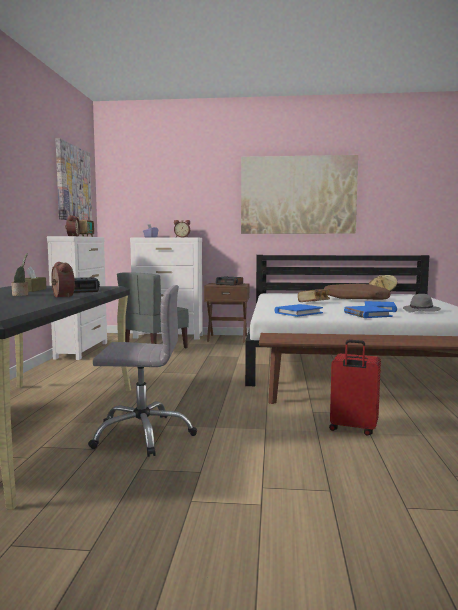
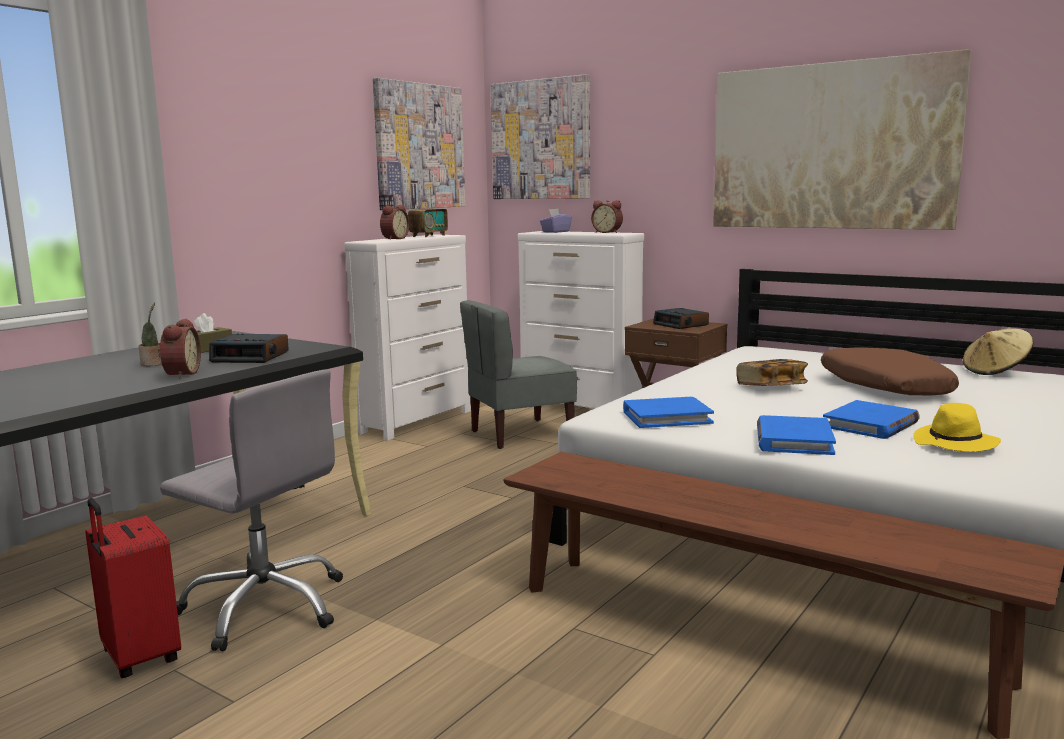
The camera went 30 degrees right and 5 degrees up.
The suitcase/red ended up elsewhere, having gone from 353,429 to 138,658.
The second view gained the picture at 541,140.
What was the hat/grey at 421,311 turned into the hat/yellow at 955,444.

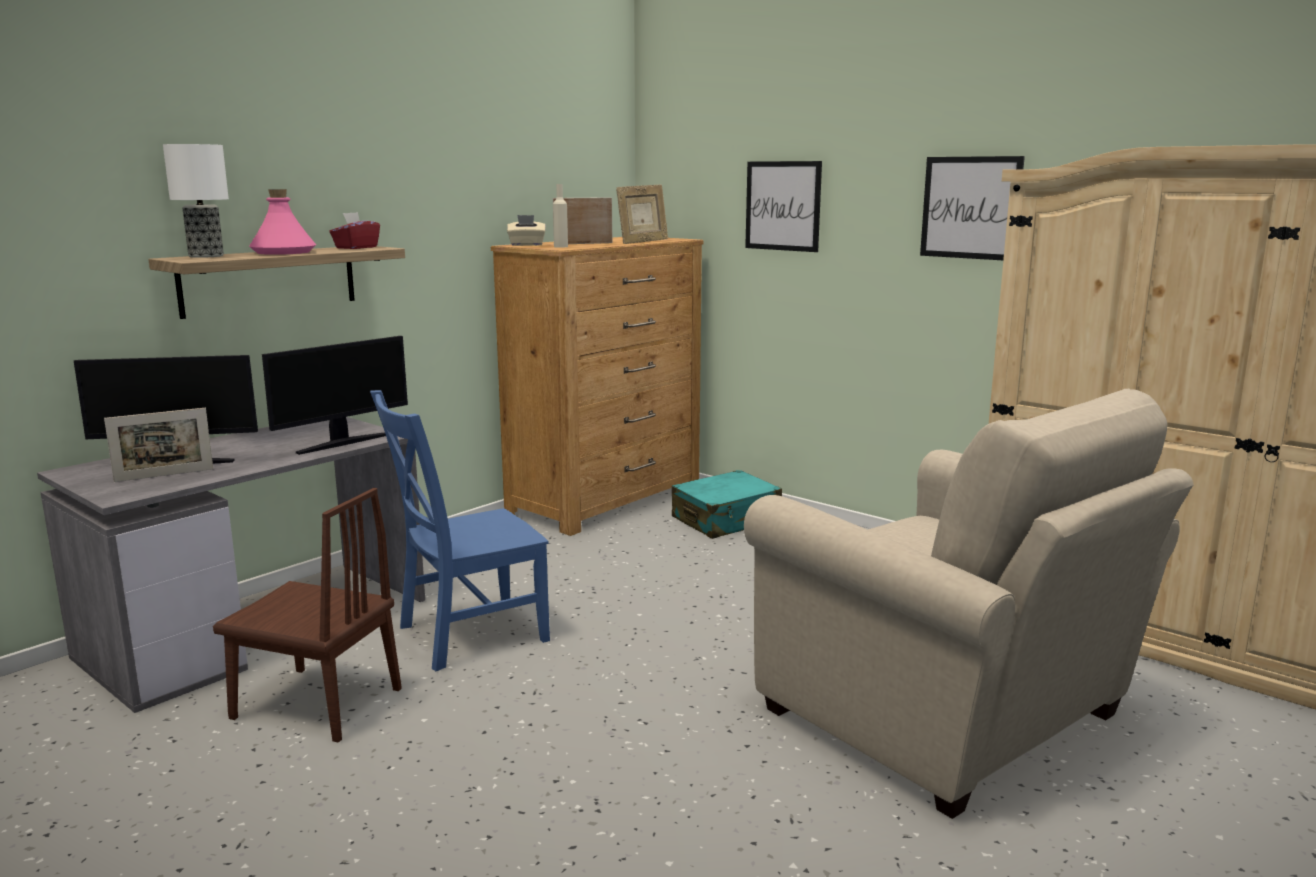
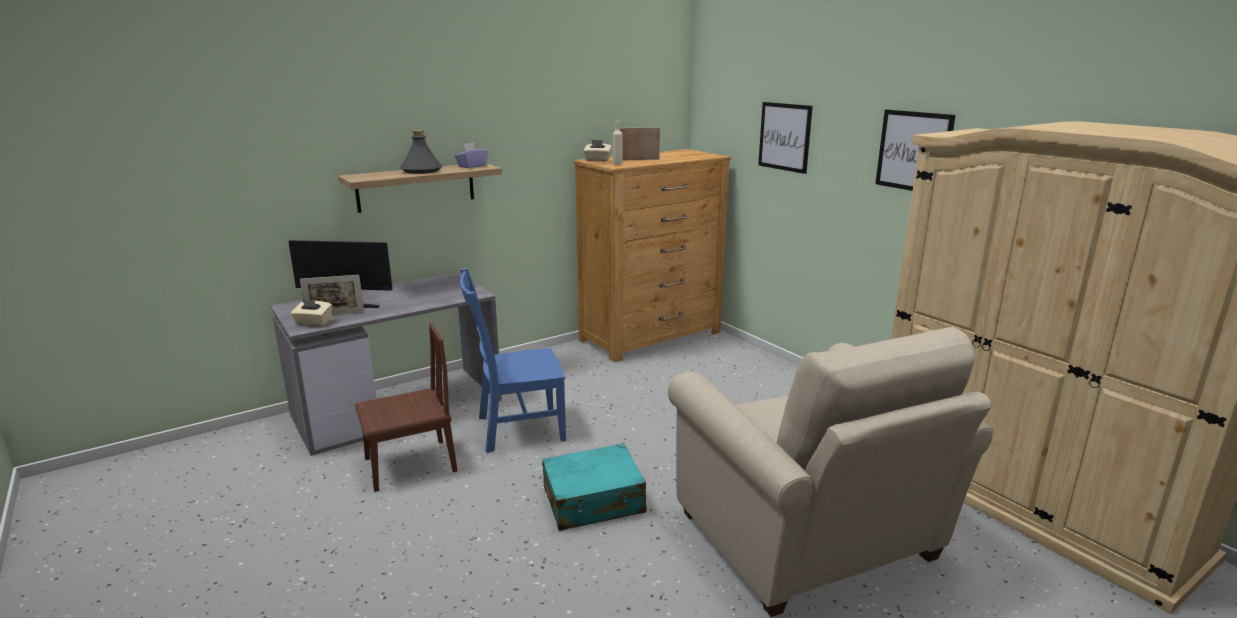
The camera went 15 degrees right and 5 degrees up.
The second view gained the tissue box/beige at 313,323.
The chair/brown at 317,703 ended up facing another way, 60 degrees counterclockwise from before.
What was the bottle/pink at 283,252 turned into the bottle/grey at 421,171.
What was the tissue box/red at 356,248 turned into the tissue box/purple at 472,166.
The suitcase/turquoise ended up elsewhere, having gone from 726,520 to 594,501.
The second view lost the table lamp at 205,256.
The second view lost the monitor at 342,443.
The second view lost the picture frame at 643,242.

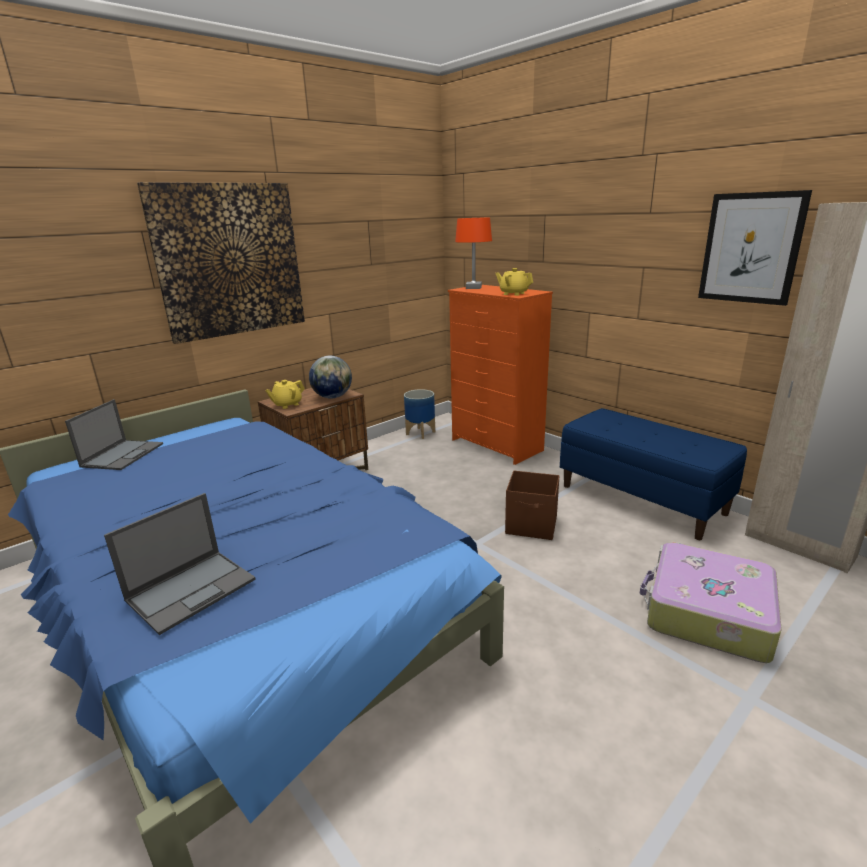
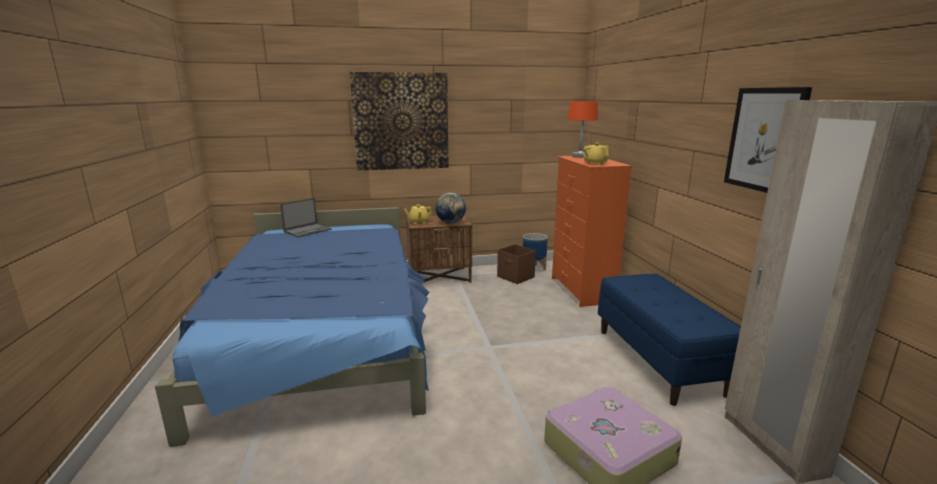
The camera went 30 degrees right and 5 degrees down.
The storage box/brown ended up elsewhere, having gone from 532,526 to 516,277.
The second view lost the laptop at 192,589.

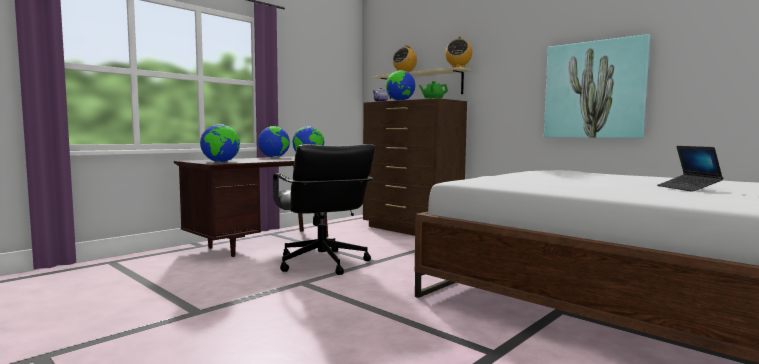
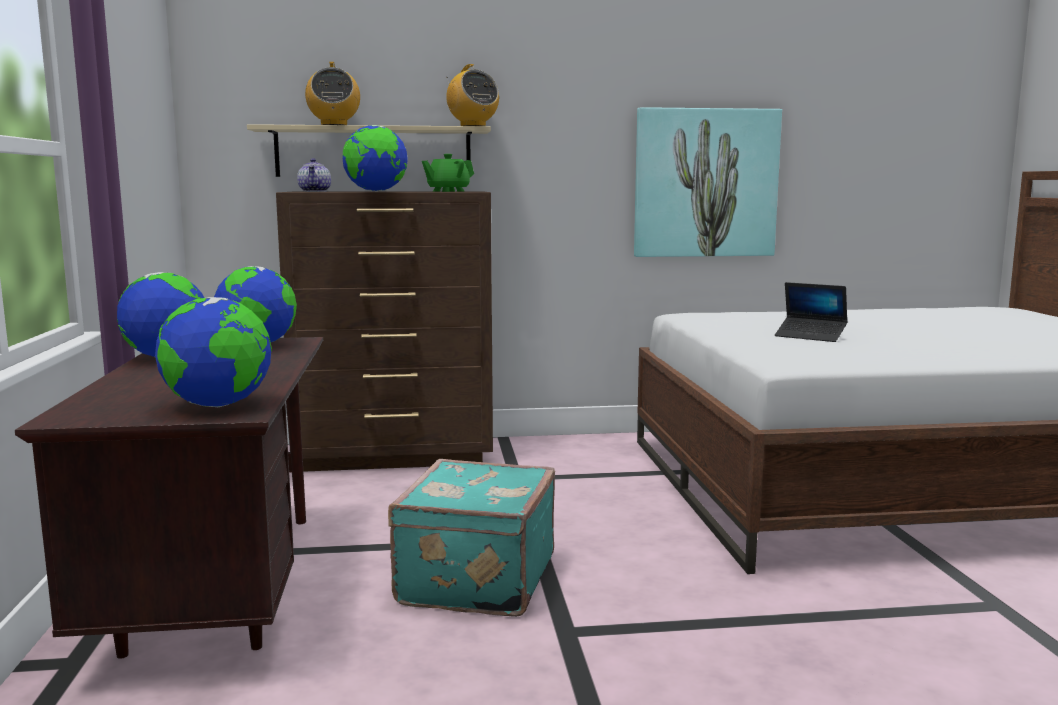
The camera went 50 degrees left and 5 degrees up.
Where the office chair/black stood at 322,263, the suitcase/turquoise came to stand at 474,580.
The laptop ended up elsewhere, having gone from 688,188 to 810,336.

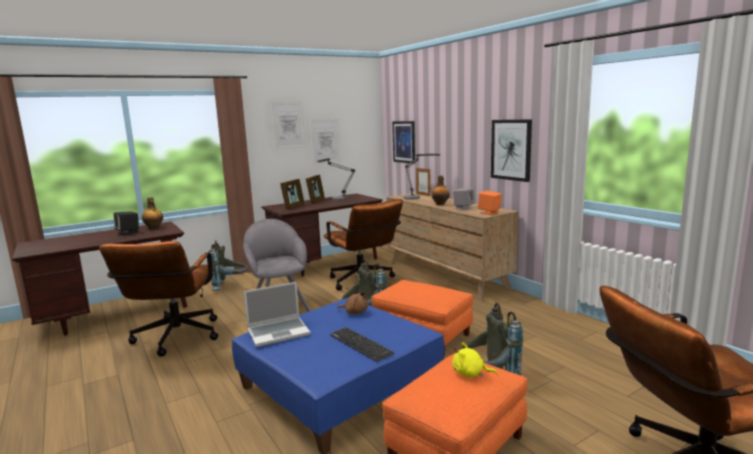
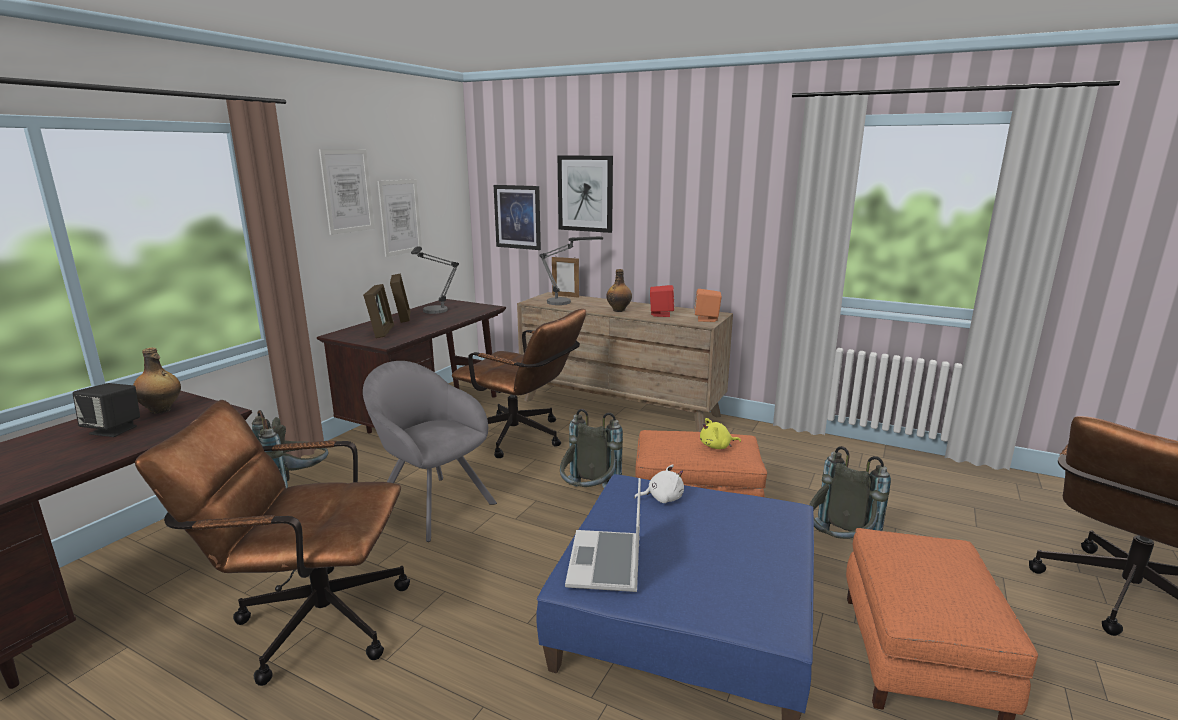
The camera went 30 degrees left and 5 degrees up.
The office chair/brown at 174,340 ended up facing another way, 120 degrees clockwise from before.
The picture ended up elsewhere, having gone from 511,150 to 585,193.
The laptop at 279,332 ended up facing another way, 150 degrees clockwise from before.
What was the plush toy/brown at 355,312 turned into the plush toy/white at 662,498.
What was the speaker/grey at 463,208 turned into the speaker/red at 661,314.
The plush toy/yellow ended up elsewhere, having gone from 470,374 to 717,446.
The second view lost the keyboard at 360,344.

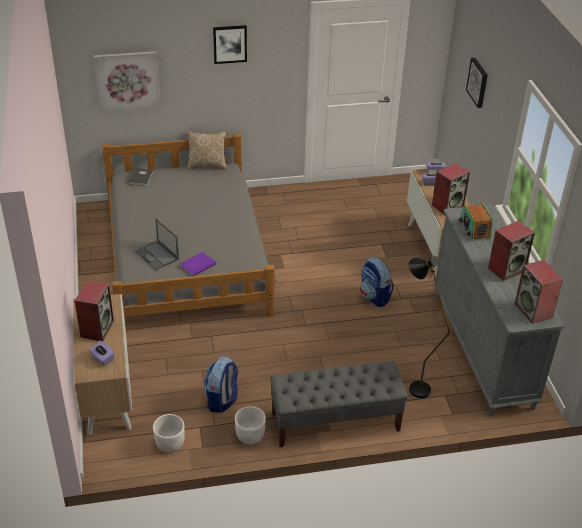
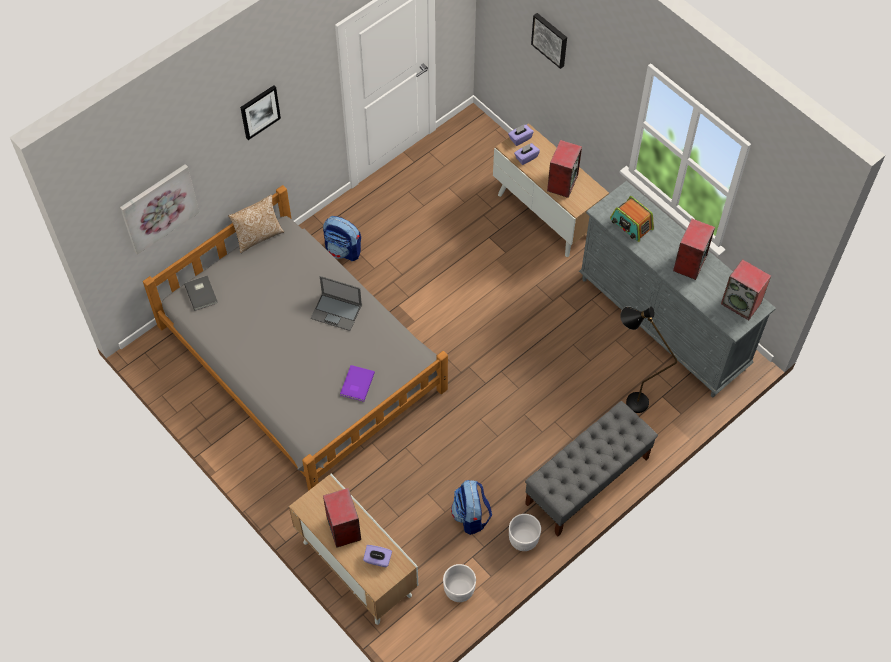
The camera went 30 degrees left and 20 degrees up.
The laptop ended up elsewhere, having gone from 157,255 to 337,312.
The backpack ended up elsewhere, having gone from 374,297 to 343,250.

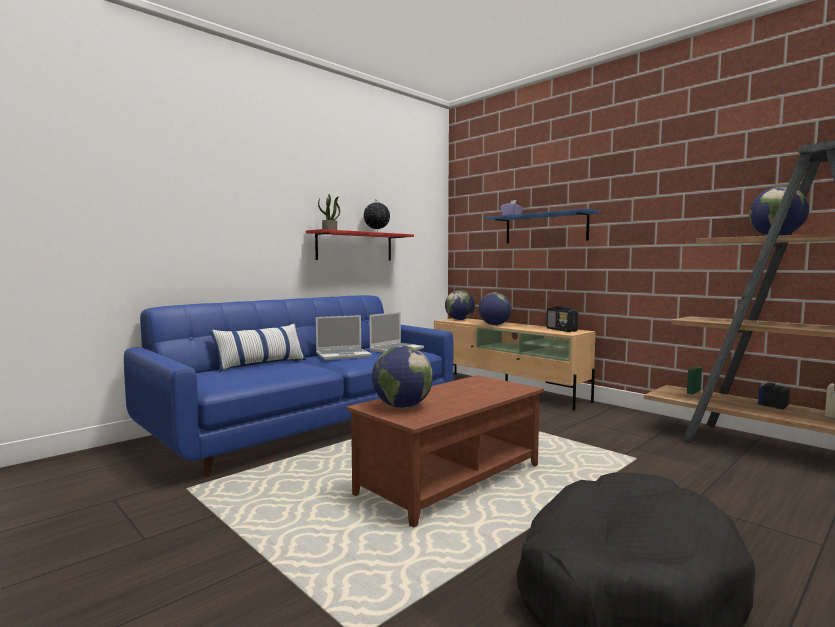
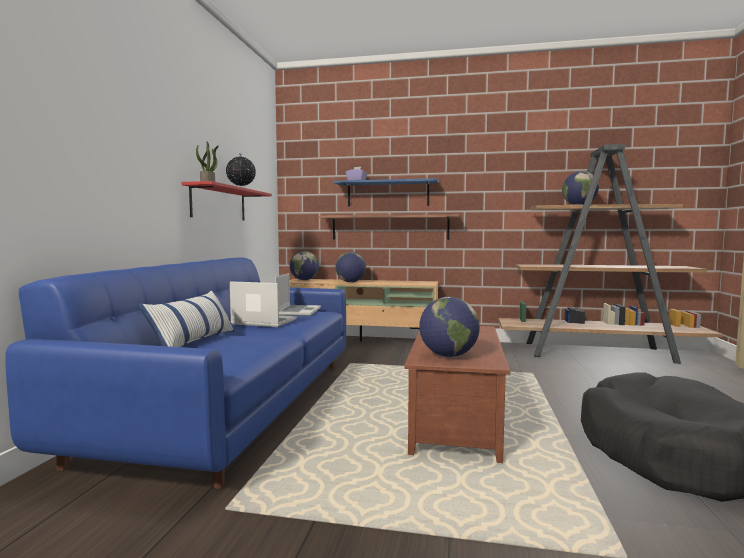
The camera went 35 degrees left and 0 degrees up.
The laptop at 343,355 ended up facing another way, 105 degrees counterclockwise from before.
The second view gained the shelf at 389,227.
The second view lost the radio at 561,330.

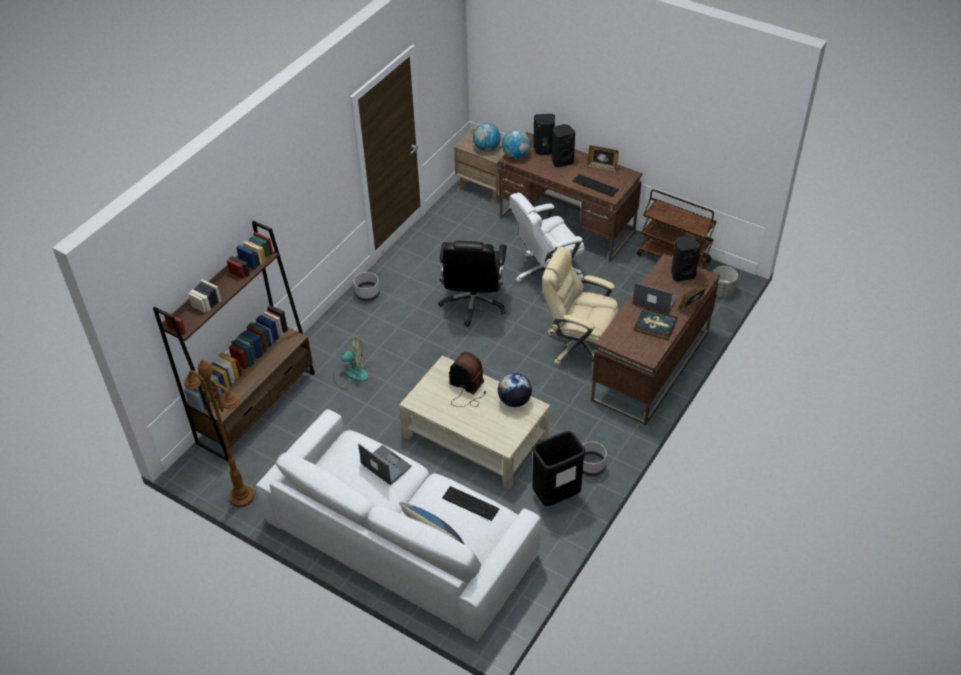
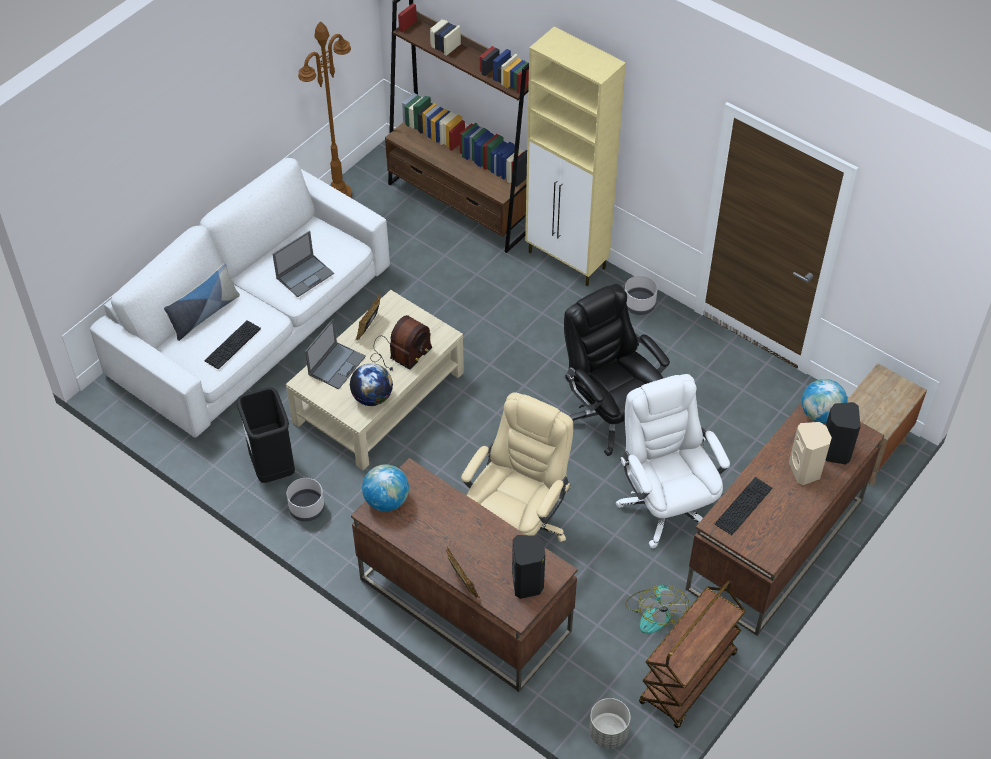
The camera went 95 degrees right and 5 degrees up.
The laptop ended up elsewhere, having gone from 654,300 to 337,365.
The picture frame ended up elsewhere, having gone from 602,167 to 369,328.
The globe ended up elsewhere, having gone from 486,148 to 386,500.
The second view gained the cabinet/beige at 567,261.
The office chair/black at 473,303 ended up facing another way, 45 degrees clockwise from before.
The fan ended up elsewhere, having gone from 351,374 to 654,612.
What was the speaker/black at 561,161 turned into the speaker/beige at 806,471.
The second view lost the book at 655,325.

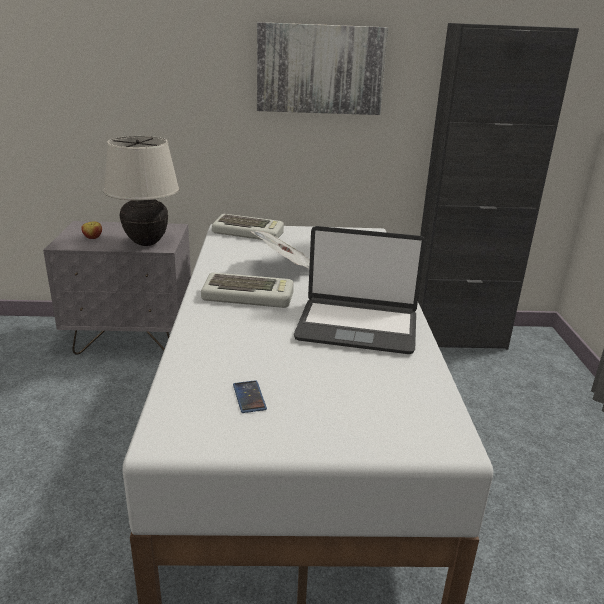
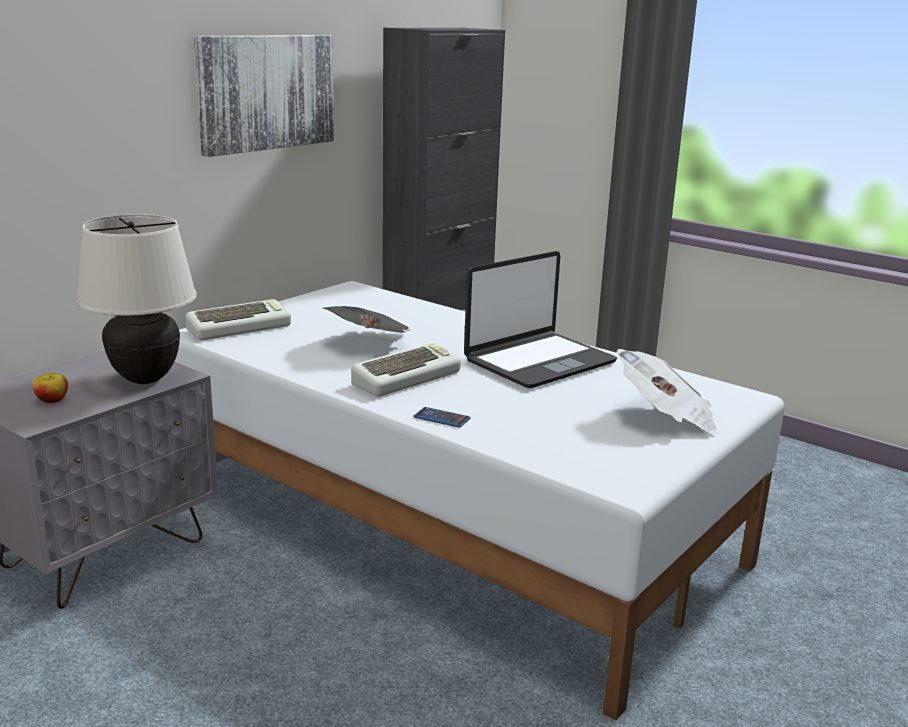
The camera went 50 degrees left and 5 degrees down.
The phone ended up elsewhere, having gone from 249,397 to 442,418.
The second view gained the newspaper at 666,417.

